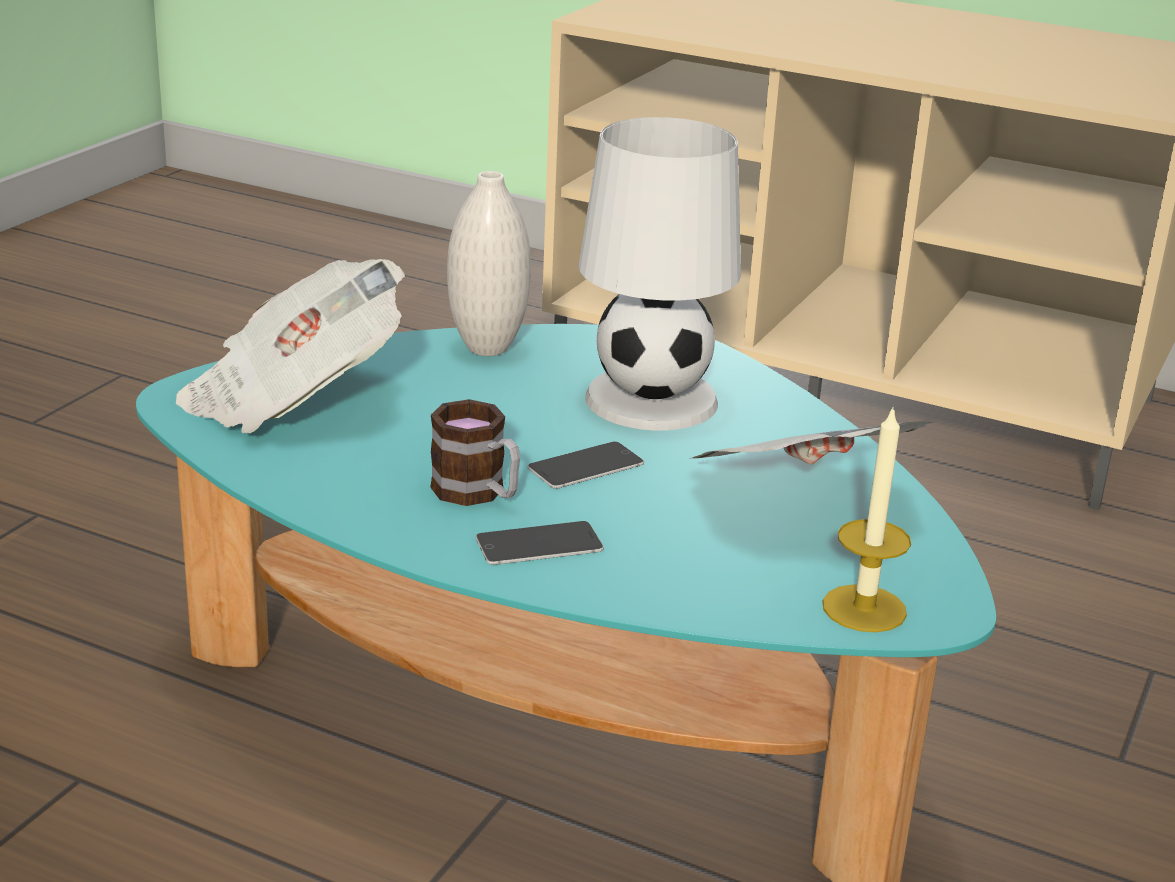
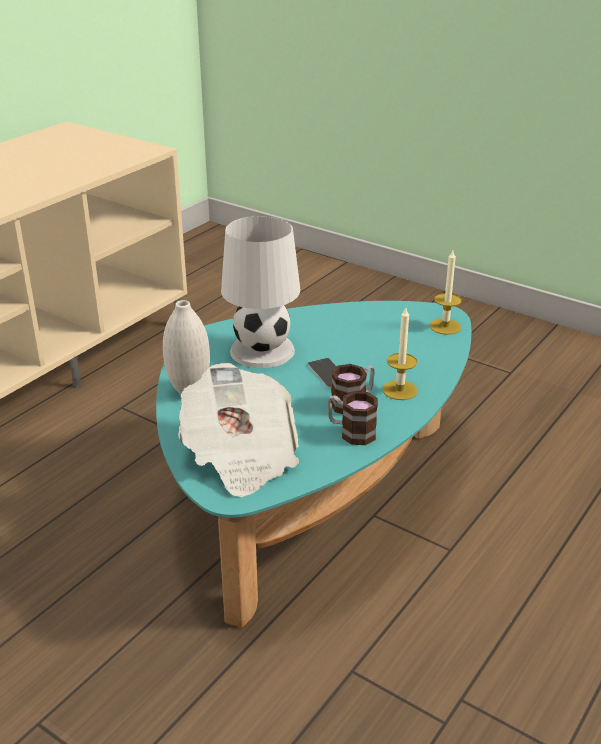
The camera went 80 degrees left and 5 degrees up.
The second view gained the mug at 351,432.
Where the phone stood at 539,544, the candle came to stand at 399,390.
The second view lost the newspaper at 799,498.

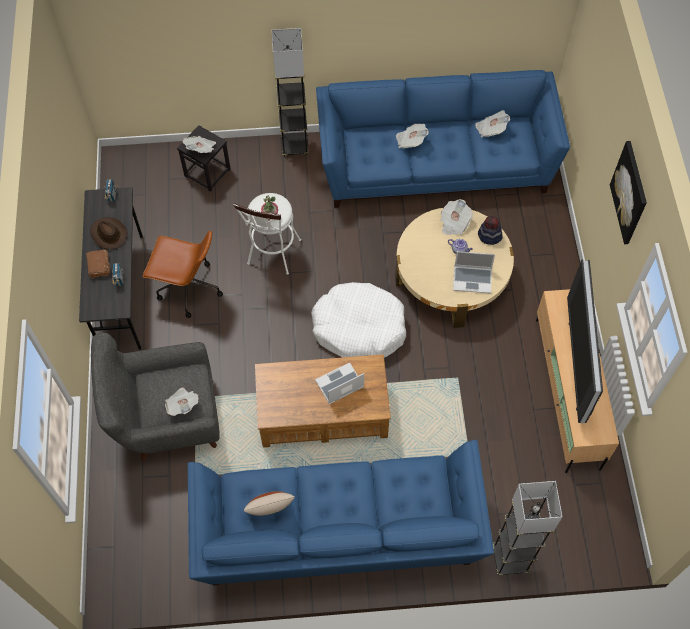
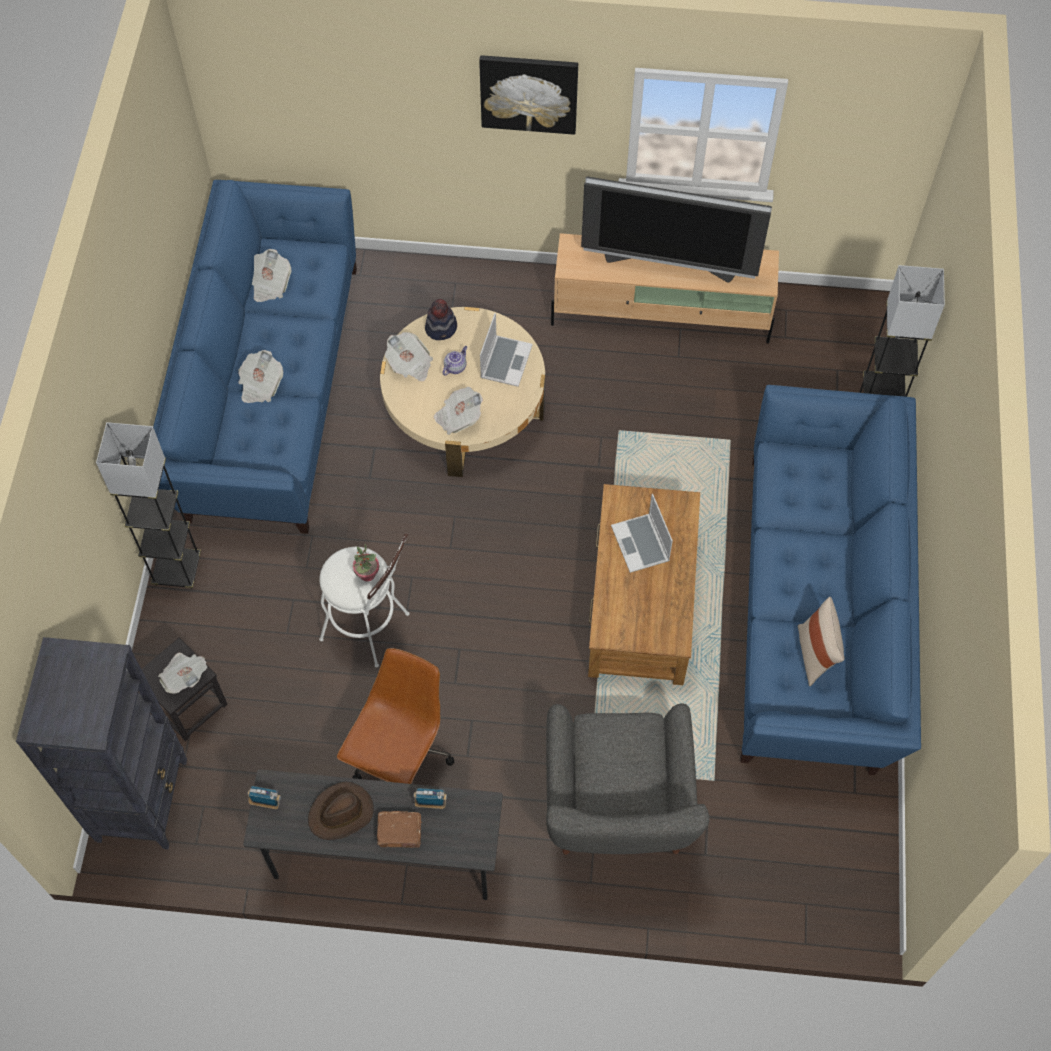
The camera went 80 degrees left and 0 degrees up.
The second view gained the bookcase/black at 143,799.
The newspaper ended up elsewhere, having gone from 182,405 to 458,417.
The second view lost the dog bed/white at 359,327.

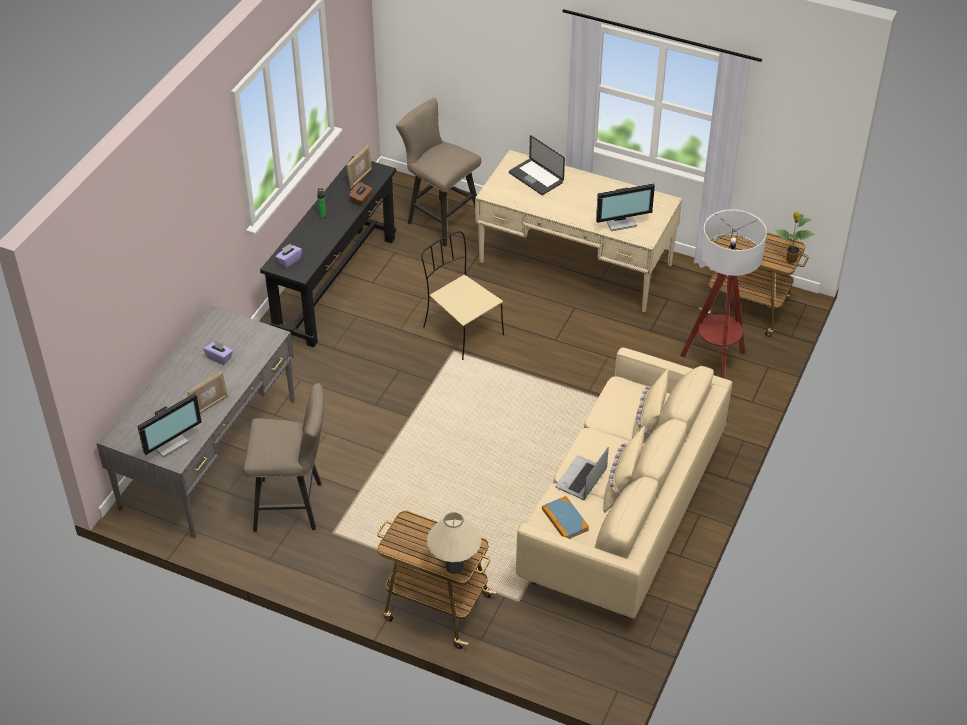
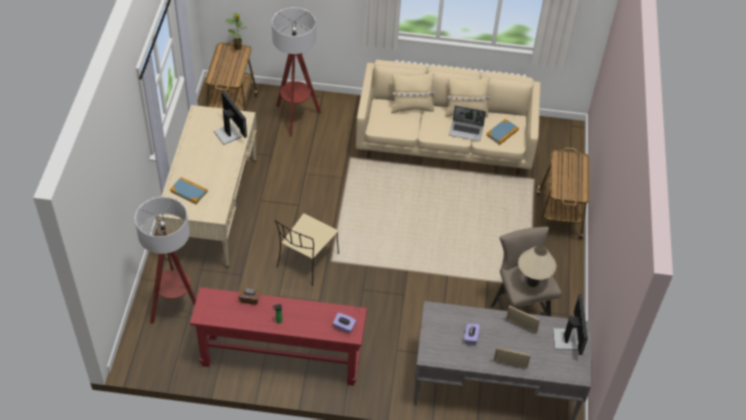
The camera went 110 degrees left and 5 degrees up.
Where the stool/beige stood at 440,219, the floor lamp came to stand at 176,308.
Where the laptop stood at 536,178, the book came to stand at 189,191.
What was the console table/black at 336,285 turned into the console table/red at 281,359.
The picture frame ended up elsewhere, having gone from 360,178 to 510,365.
The table lamp/beige ended up elsewhere, having gone from 454,566 to 532,282.
The monitor at 169,442 ended up facing another way, 60 degrees clockwise from before.

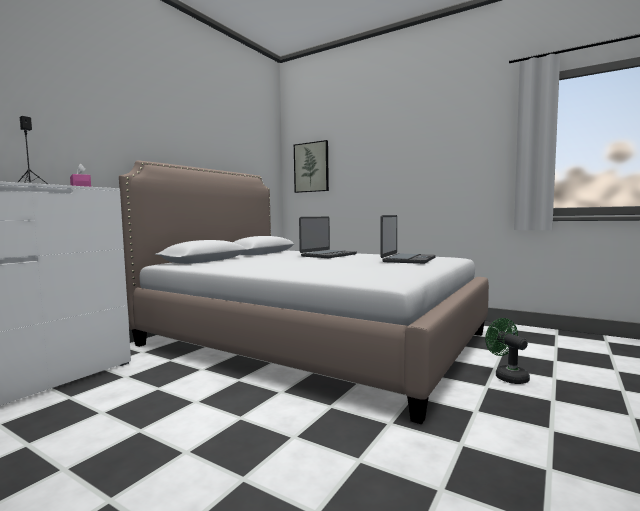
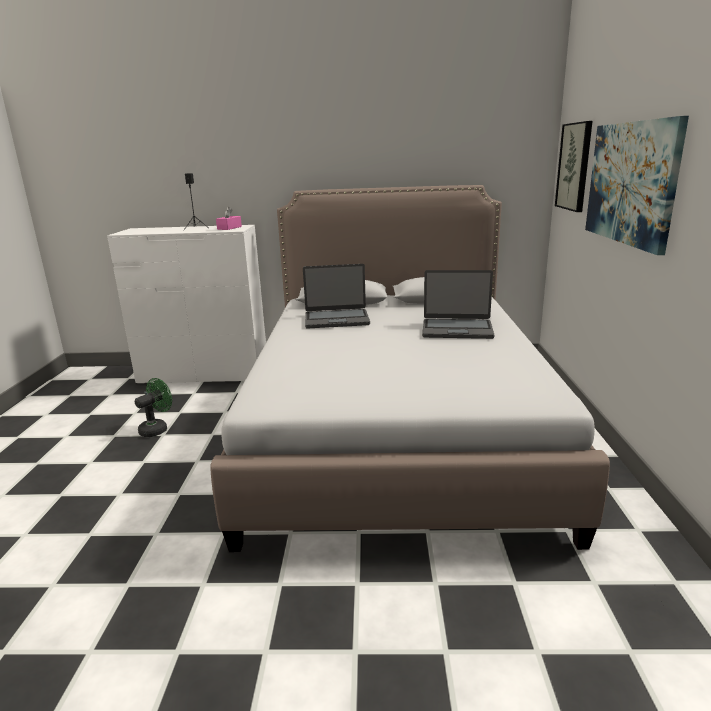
The camera went 60 degrees right and 15 degrees up.
The fan/green ended up elsewhere, having gone from 507,376 to 157,429.
The laptop ended up elsewhere, having gone from 408,260 to 336,319.
The second view gained the picture at 631,183.

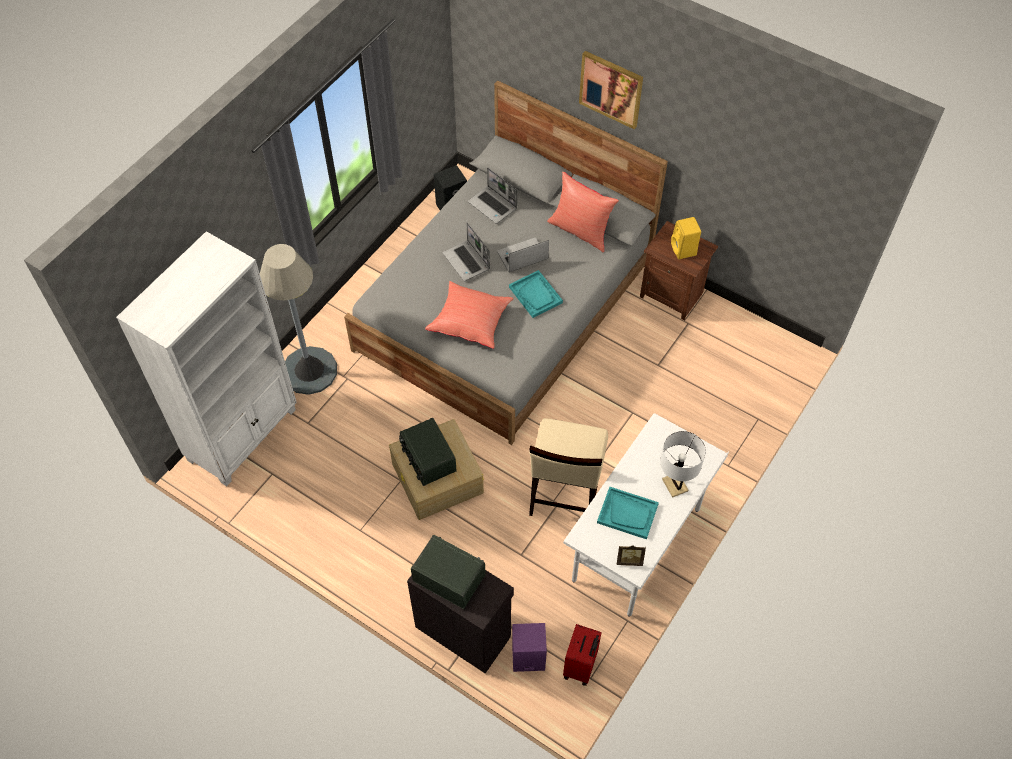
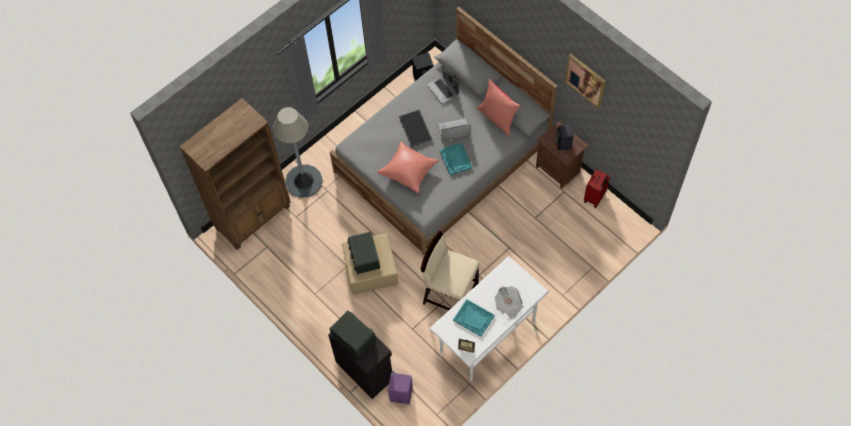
The camera went 15 degrees right and 5 degrees up.
What was the bookcase/white at 243,434 turned into the bookcase/brown at 253,217.
Where the laptop stood at 467,261, the tray came to stand at 416,128.
The chair/beige at 564,493 ended up facing another way, 90 degrees clockwise from before.
Where the table lamp/white stood at 675,485, the newspaper came to stand at 508,305.
What was the speaker/yellow at 684,250 turned into the speaker/black at 564,144.
The picture ended up elsewhere, having gone from 611,89 to 585,80.
The suitcase/red ended up elsewhere, having gone from 581,666 to 595,197.

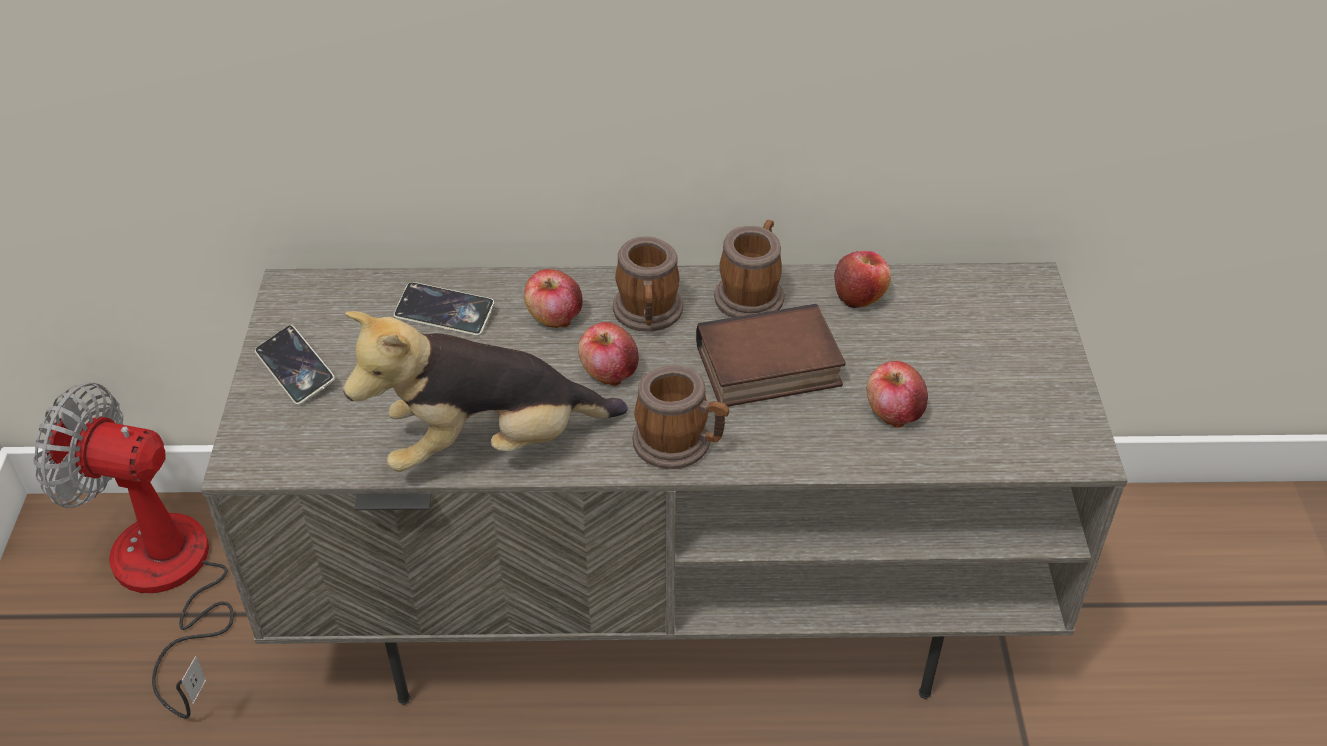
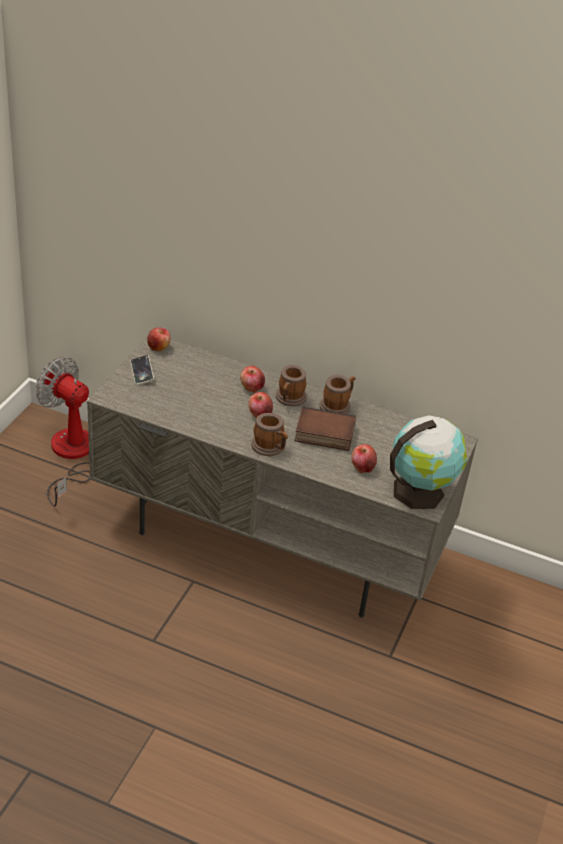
The camera went 20 degrees right and 5 degrees down.
The apple ended up elsewhere, having gone from 860,296 to 158,347.
The second view gained the globe at 420,491.
The second view lost the plush toy at 490,446.
The second view lost the phone at 444,314.

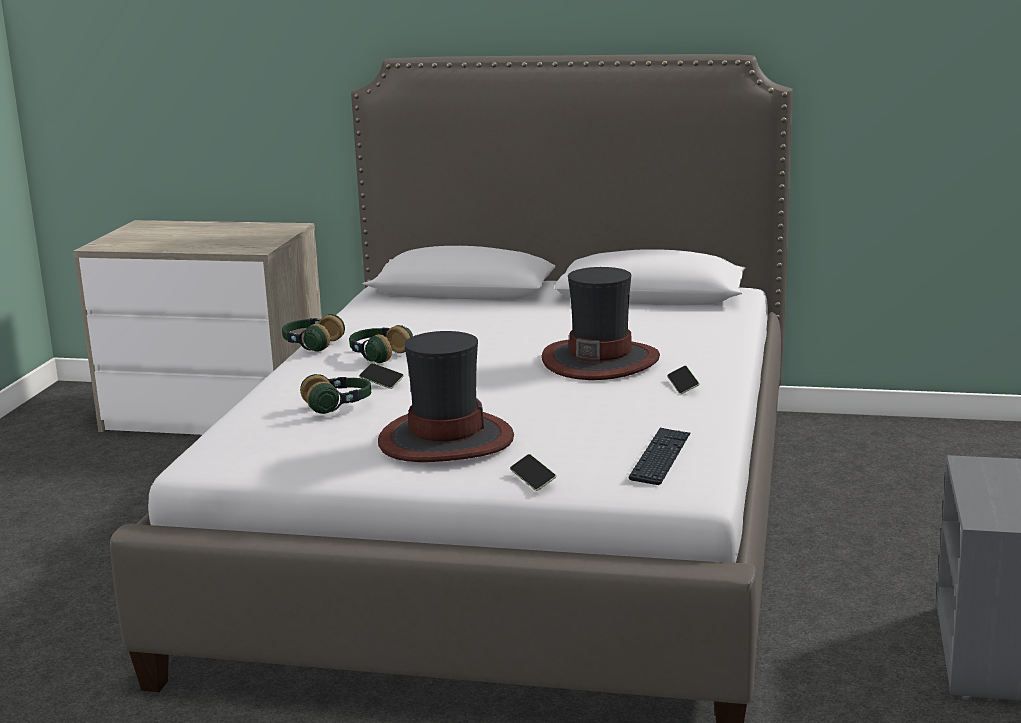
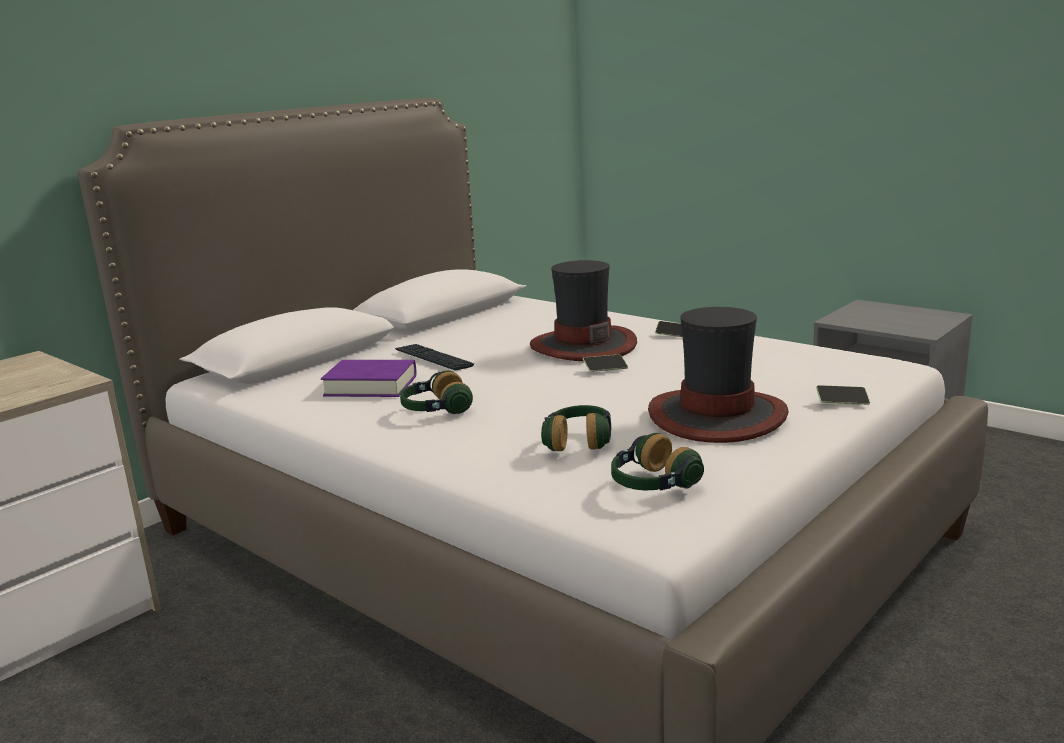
The camera went 60 degrees left and 0 degrees up.
The second view gained the book/purple at 371,386.
The keyboard ended up elsewhere, having gone from 660,458 to 433,359.
The phone ended up elsewhere, having gone from 381,382 to 605,369.
The headphones ended up elsewhere, having gone from 311,345 to 652,485.

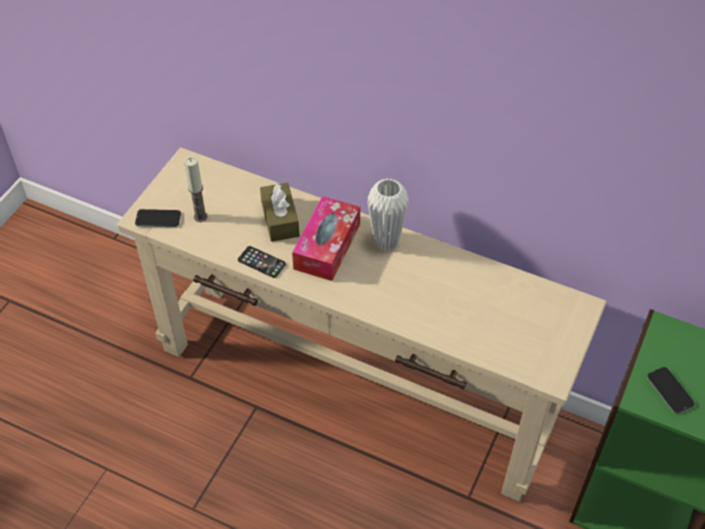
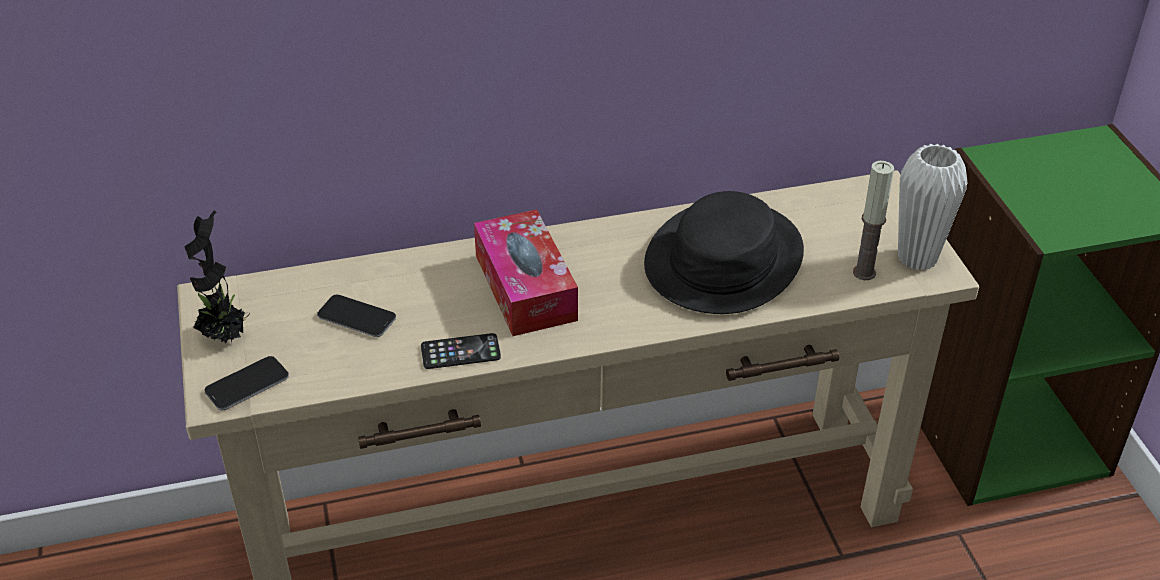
The camera went 40 degrees left and 10 degrees down.
The second view gained the potted plant at 225,336.
The phone ended up elsewhere, having gone from 670,391 to 356,317.
The second view gained the hat/black at 723,259.
The candle ended up elsewhere, having gone from 200,217 to 864,272.
The vase/white ended up elsewhere, having gone from 386,241 to 917,258.
The second view lost the tissue box/brown at 280,219.

